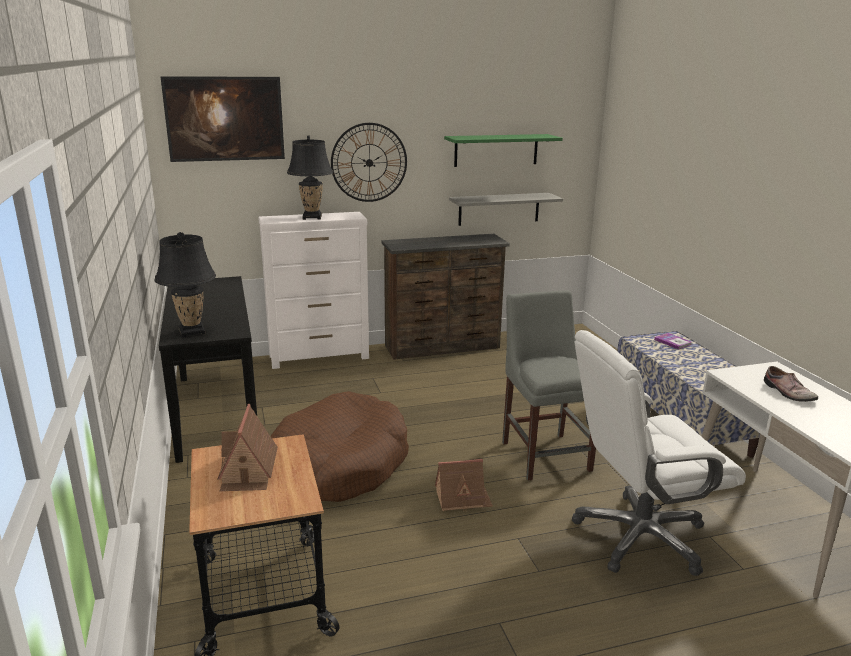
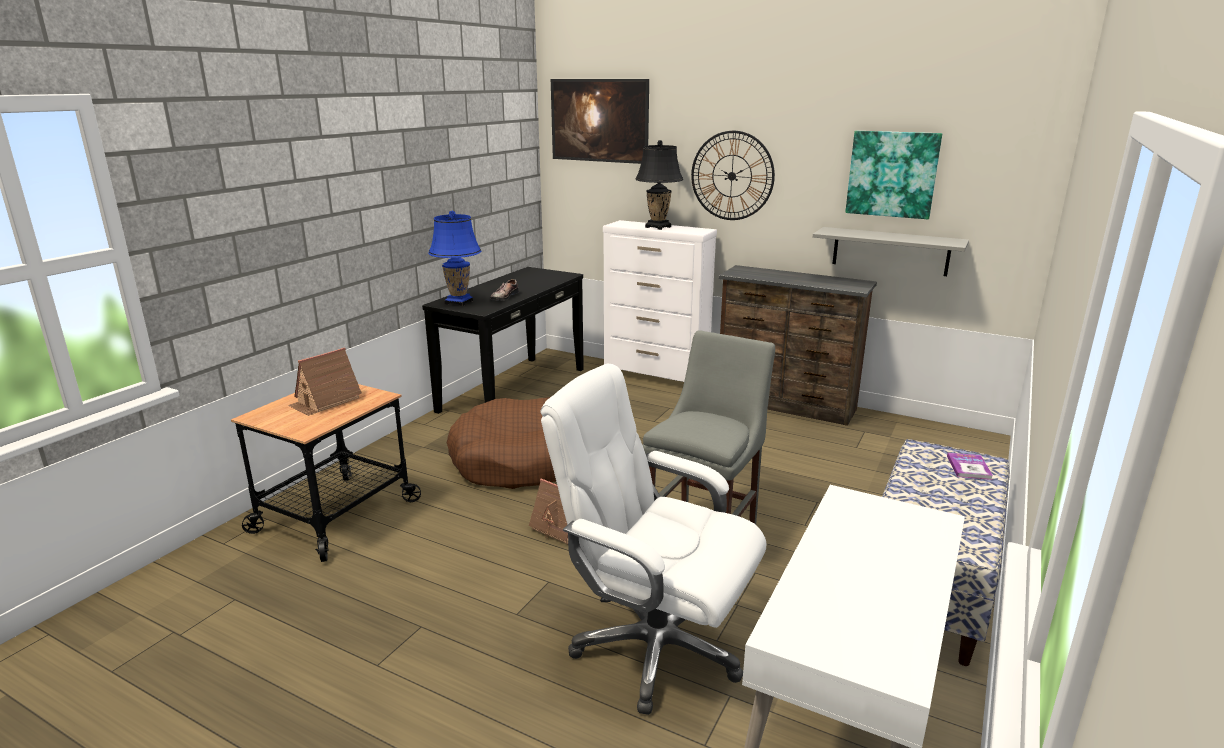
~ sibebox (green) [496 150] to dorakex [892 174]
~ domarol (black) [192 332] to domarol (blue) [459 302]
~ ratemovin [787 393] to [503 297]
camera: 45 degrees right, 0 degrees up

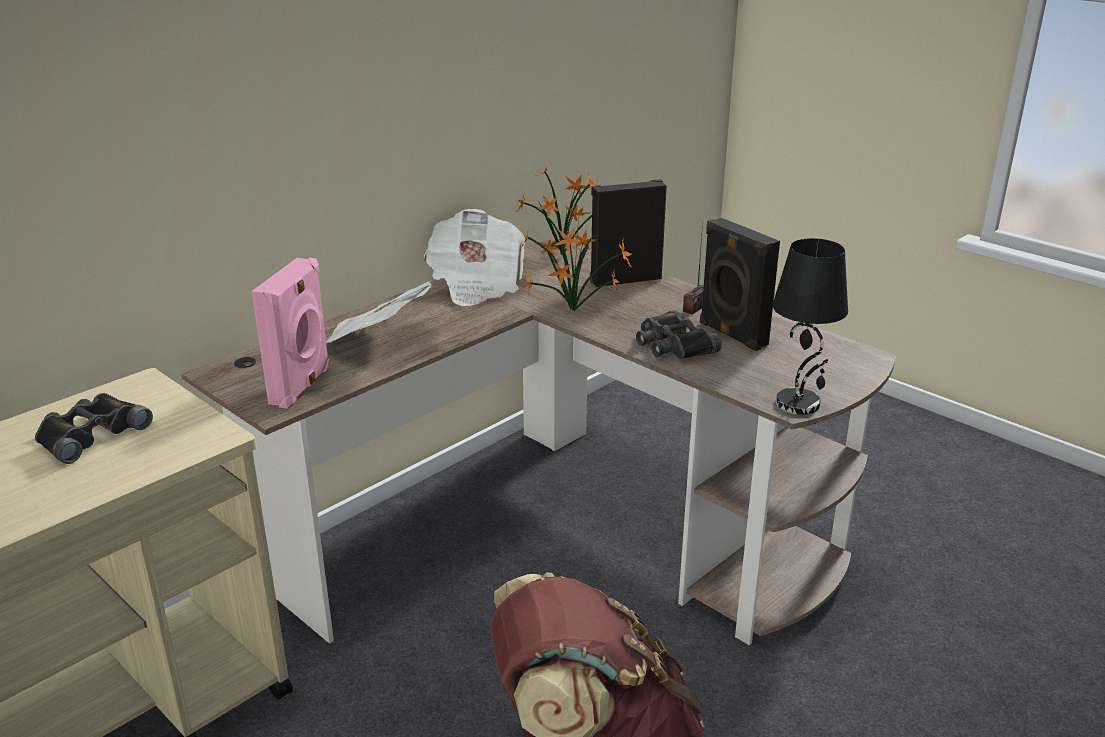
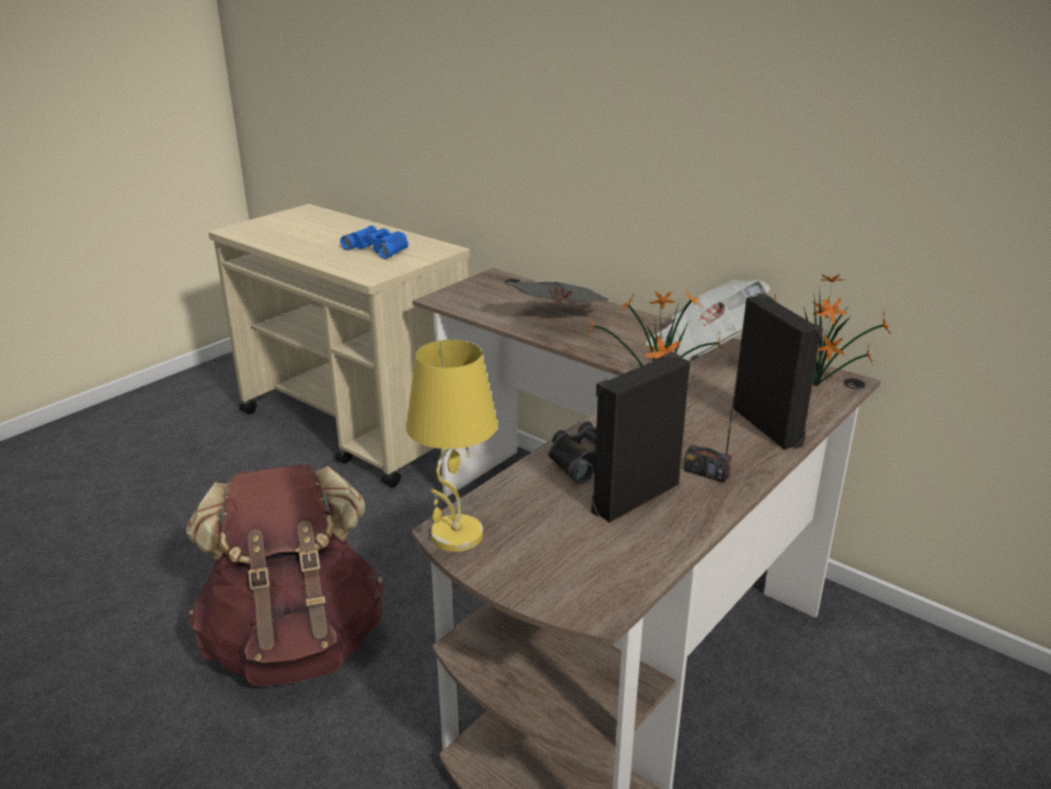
~ domarol (black) [799 403] to domarol (yellow) [456 536]
- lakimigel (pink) [302 386]
~ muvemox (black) [90 434] to muvemox (blue) [379 248]
camera: 85 degrees right, 0 degrees up

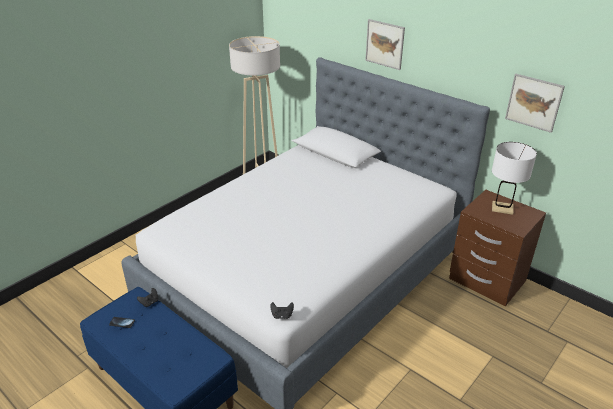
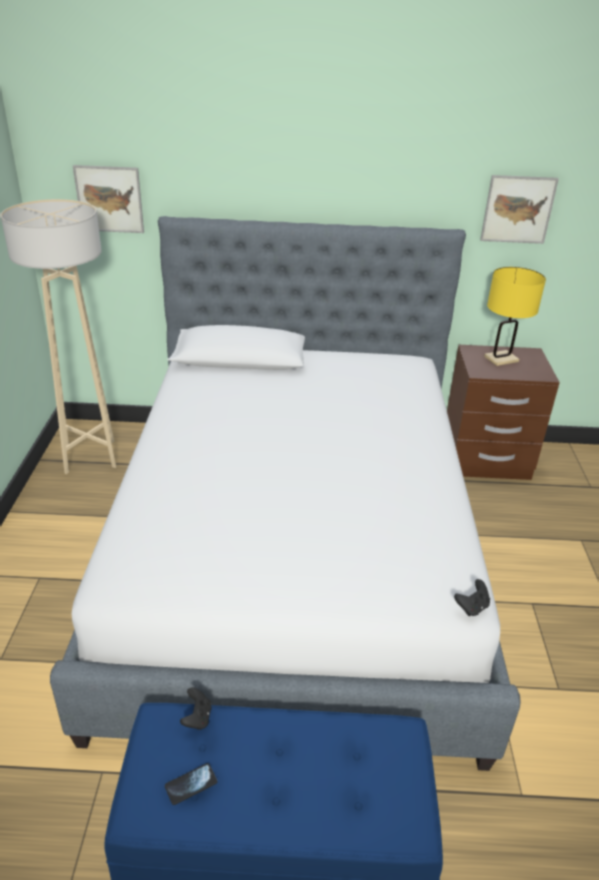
~ dorakex [384 44] to [109 199]
~ domarol (white) [502 208] to domarol (yellow) [501 359]
camera: 40 degrees left, 0 degrees up

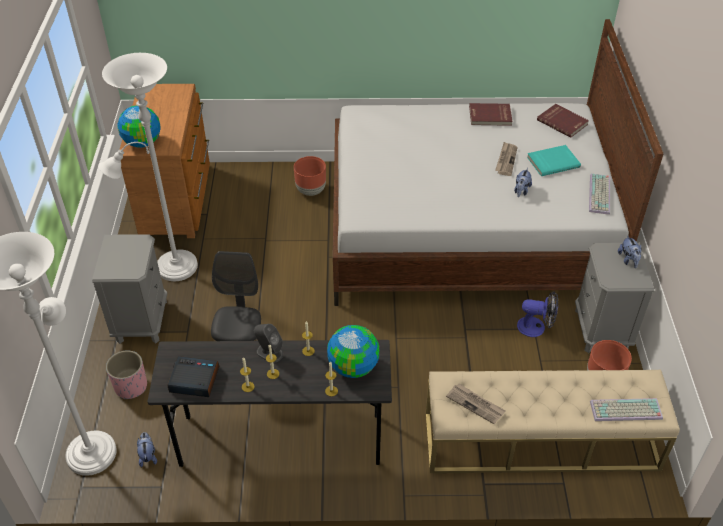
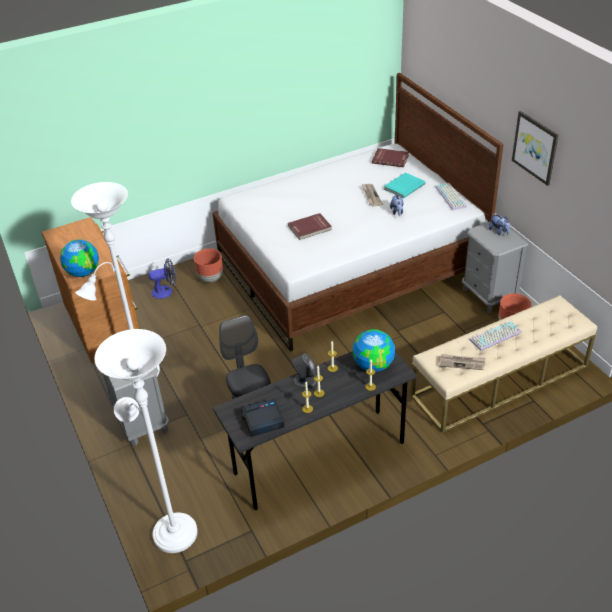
~ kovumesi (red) [490 116] to [310 228]
~ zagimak [536 327] to [166 291]
- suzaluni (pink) [131 386]
~ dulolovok [625 411] to [495 337]
- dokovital [148 456]
+ dorakex [535 147]
camera: 25 degrees left, 5 degrees down

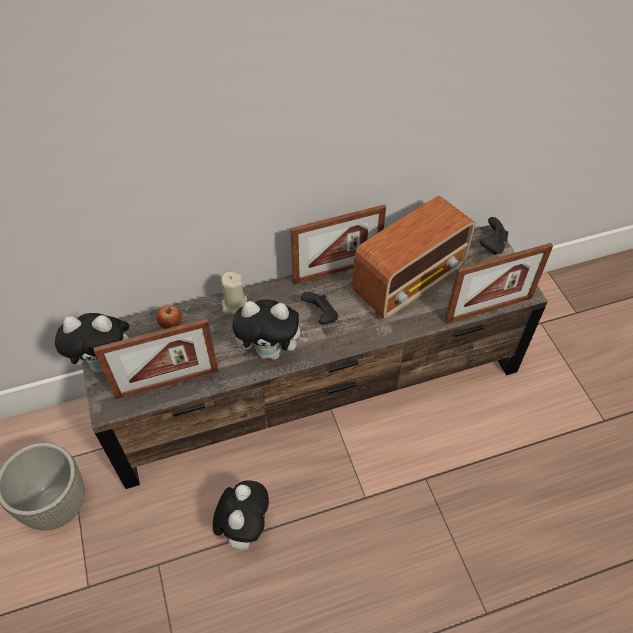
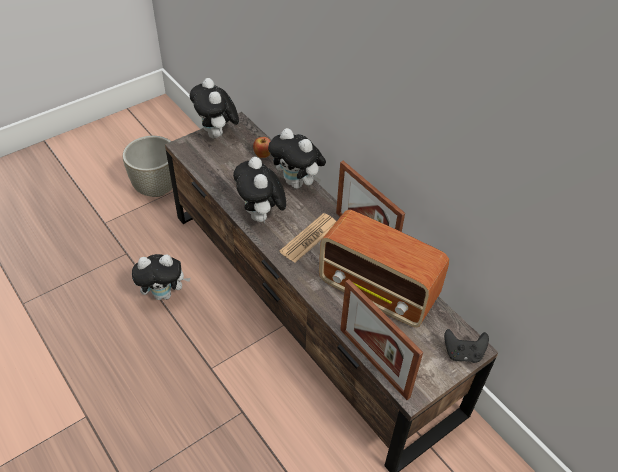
~ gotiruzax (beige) [234 305] to dokovital [297 183]
~ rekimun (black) [321 316] to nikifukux [309 238]
- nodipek [167 383]
camera: 70 degrees right, 5 degrees down

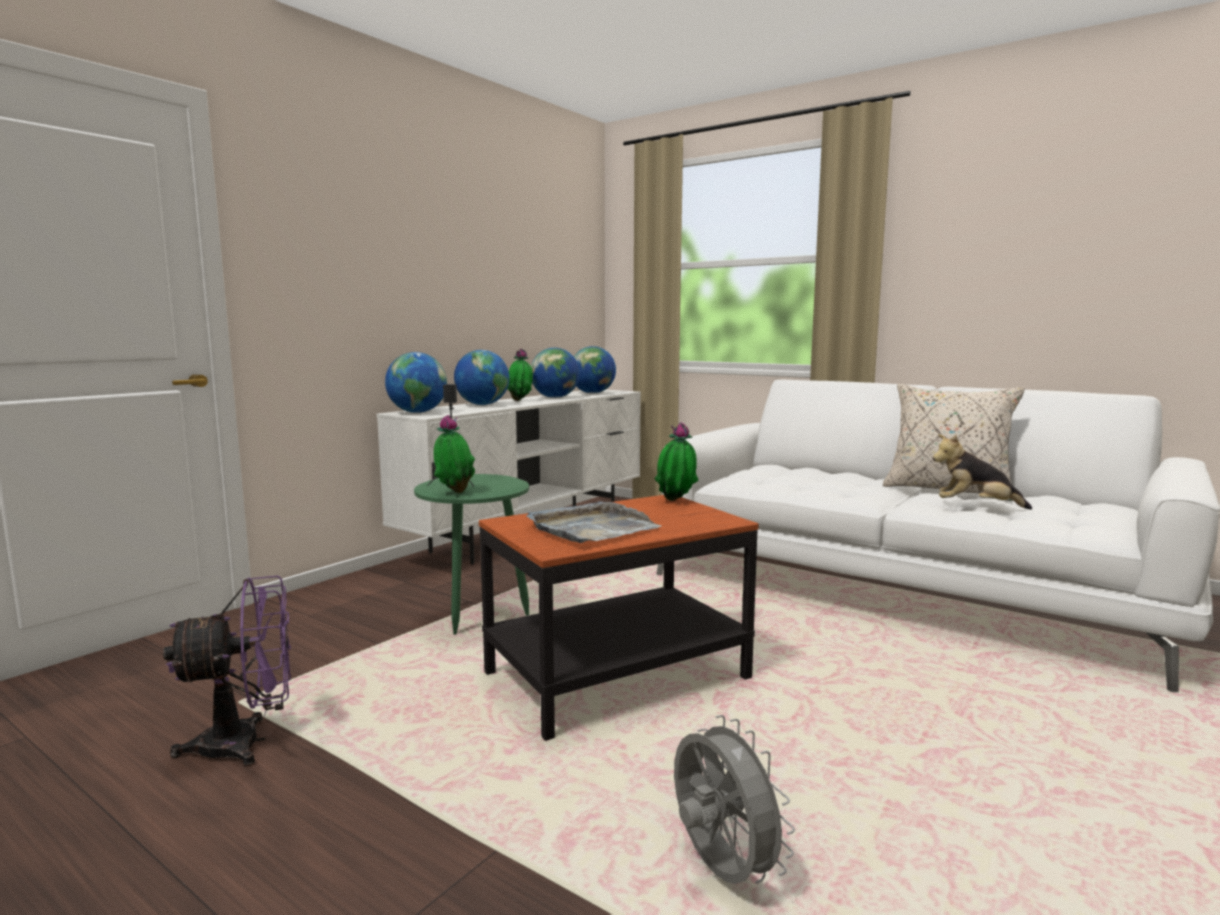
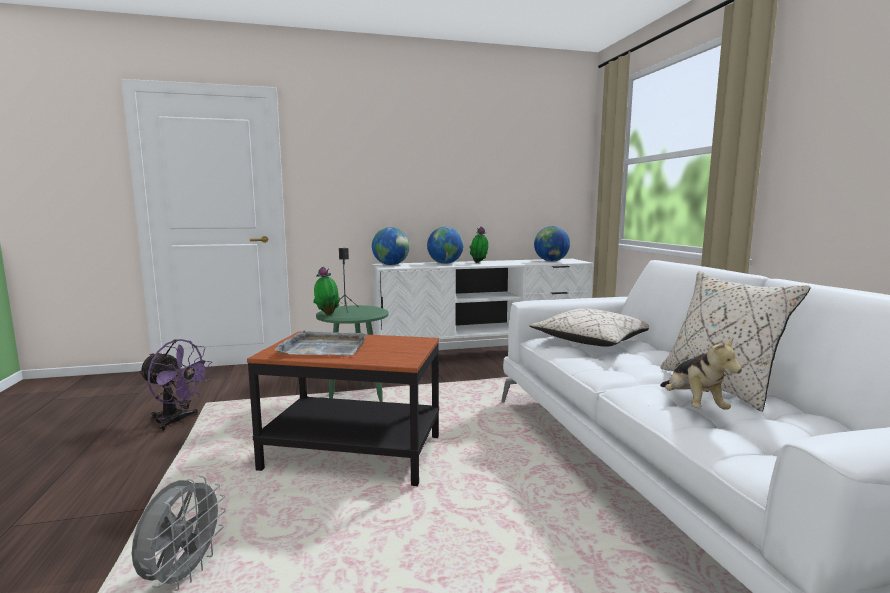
- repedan [555 397]
- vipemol [675 501]
~ dokovital [975 507] = [692 405] 150 degrees counterclockwise
+ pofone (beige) [591 341]
camera: 40 degrees right, 0 degrees up

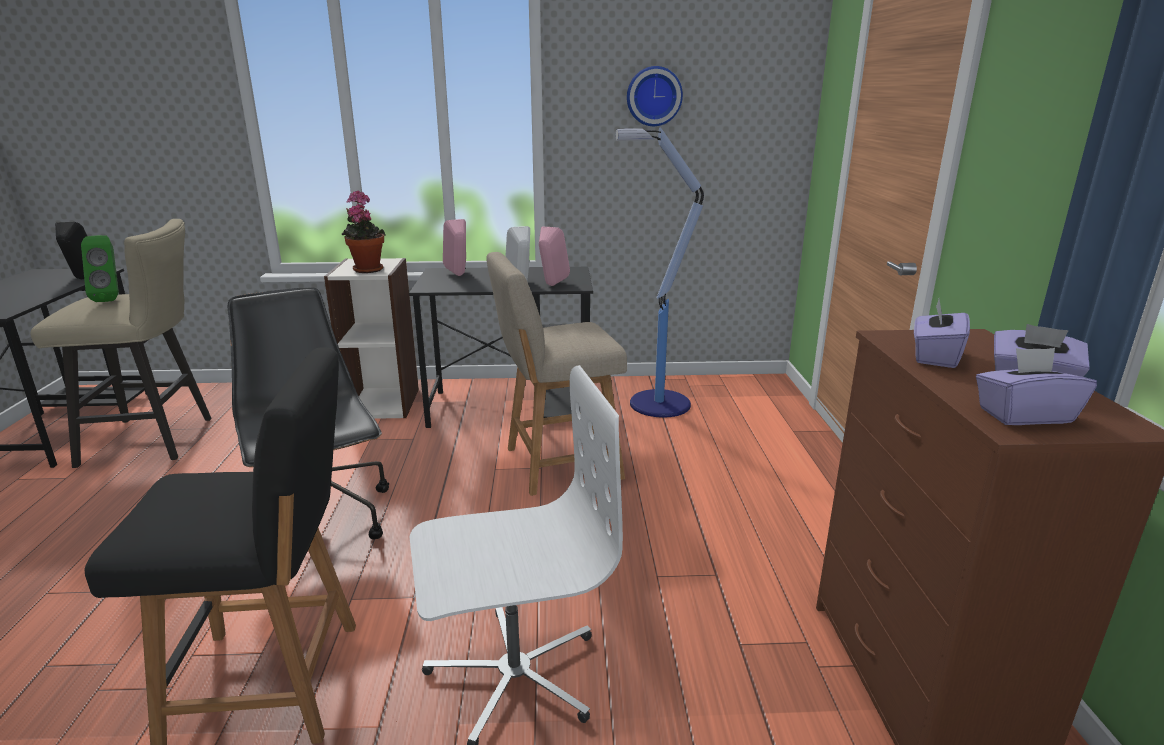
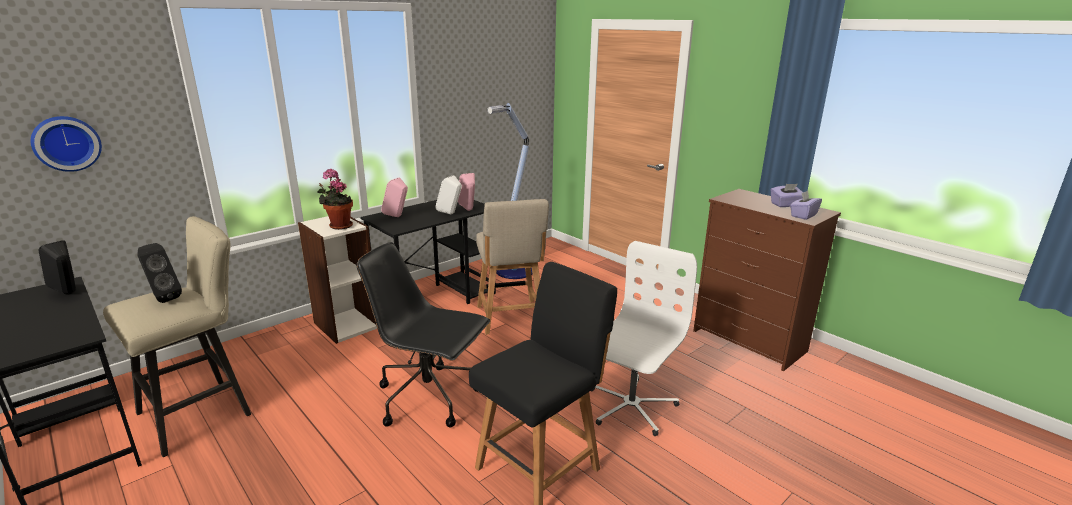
~ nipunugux [653 96] to [66 143]
~ lakimigel (green) [112 299] to lakimigel (black) [162 298]
~ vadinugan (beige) [557 464] = [511 318] 45 degrees counterclockwise
- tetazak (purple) [934 356]
camera: 40 degrees left, 0 degrees up

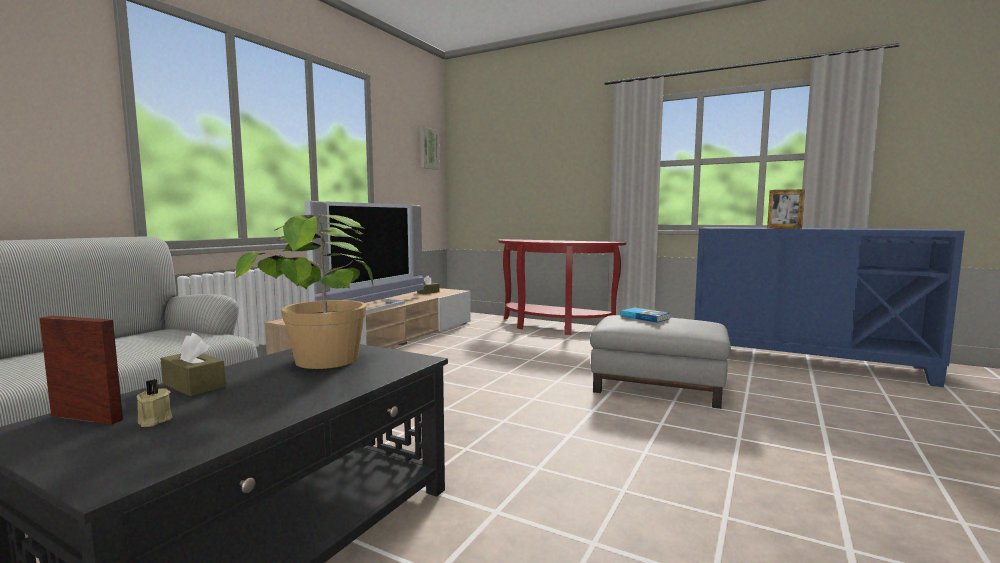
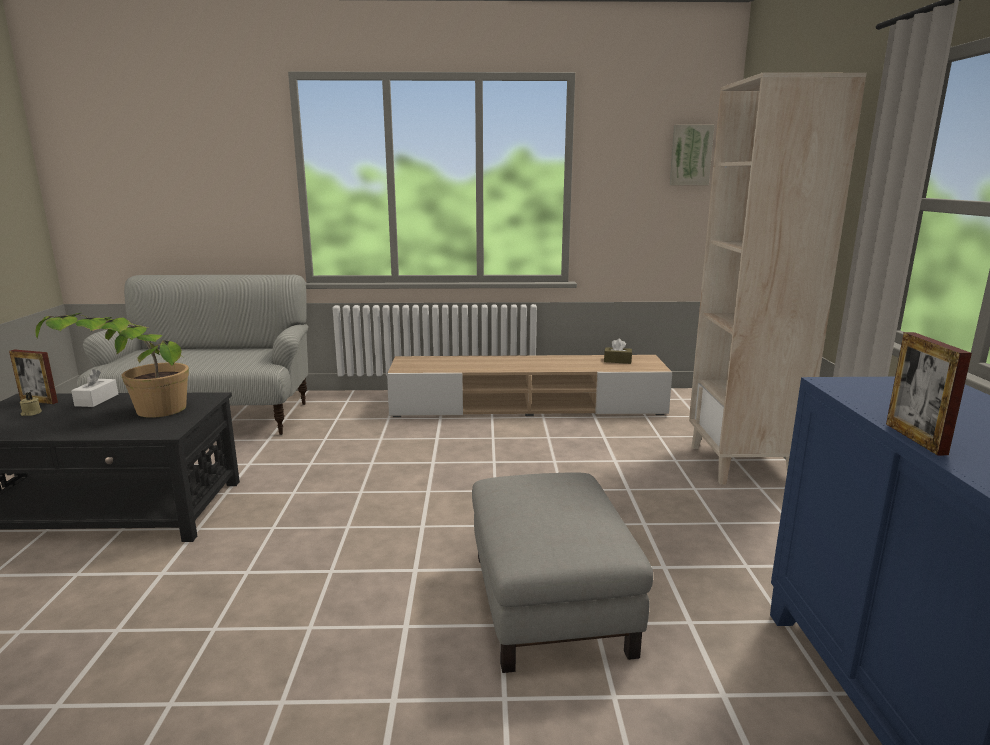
- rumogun [374 307]
~ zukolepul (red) [551 327] to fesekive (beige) [741 464]
- kovumesi [645 317]
~ nodipek [86 418] = [39 401] 120 degrees clockwise
~ tetazak (brown) [194 385] to tetazak (white) [97 400]
camera: 60 degrees right, 10 degrees up

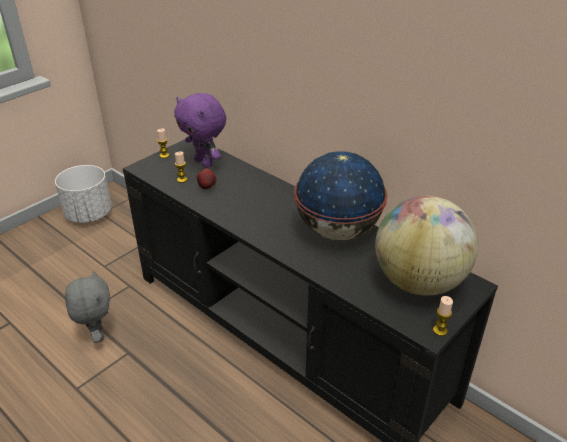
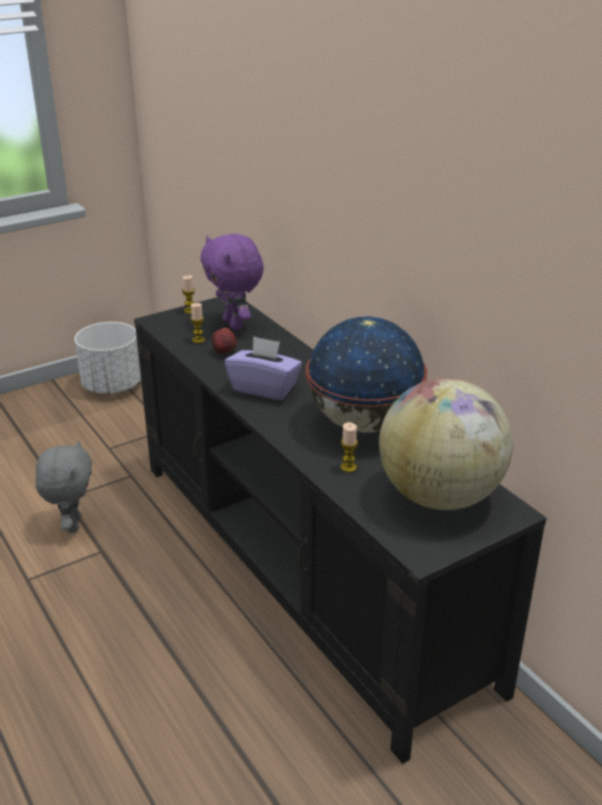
~ gotiruzax [440 330] to [348 467]
+ tetazak (purple) [264 388]
camera: 15 degrees right, 5 degrees down

